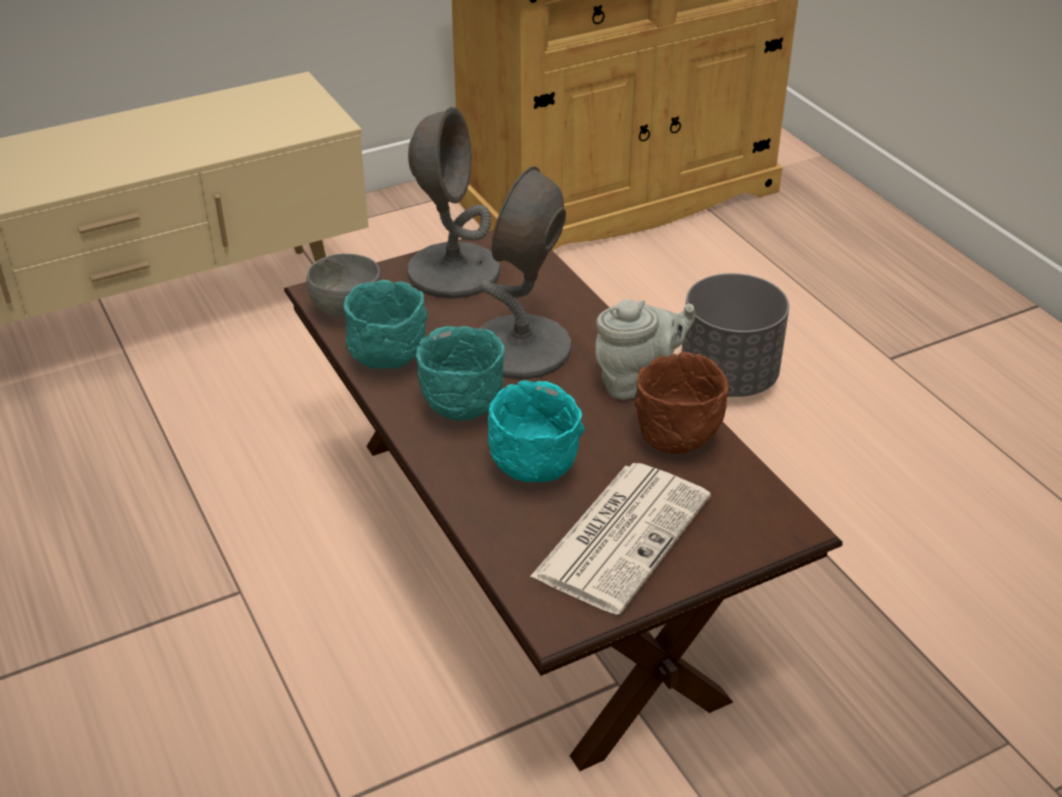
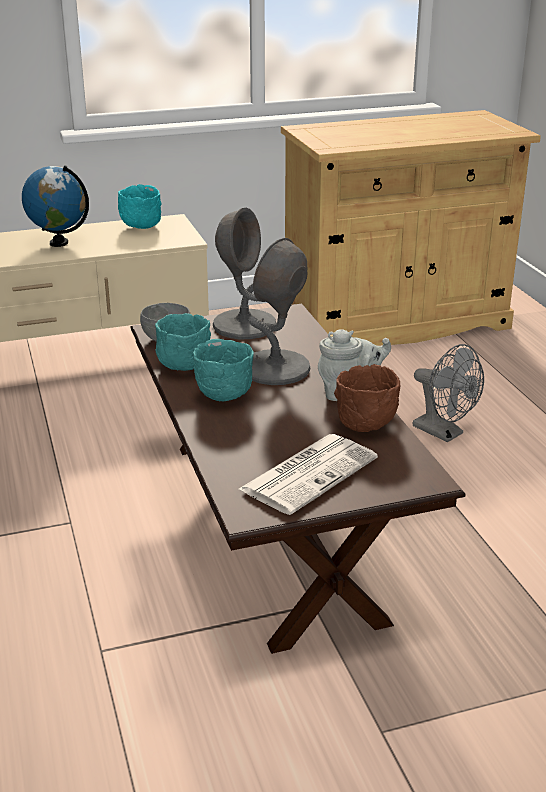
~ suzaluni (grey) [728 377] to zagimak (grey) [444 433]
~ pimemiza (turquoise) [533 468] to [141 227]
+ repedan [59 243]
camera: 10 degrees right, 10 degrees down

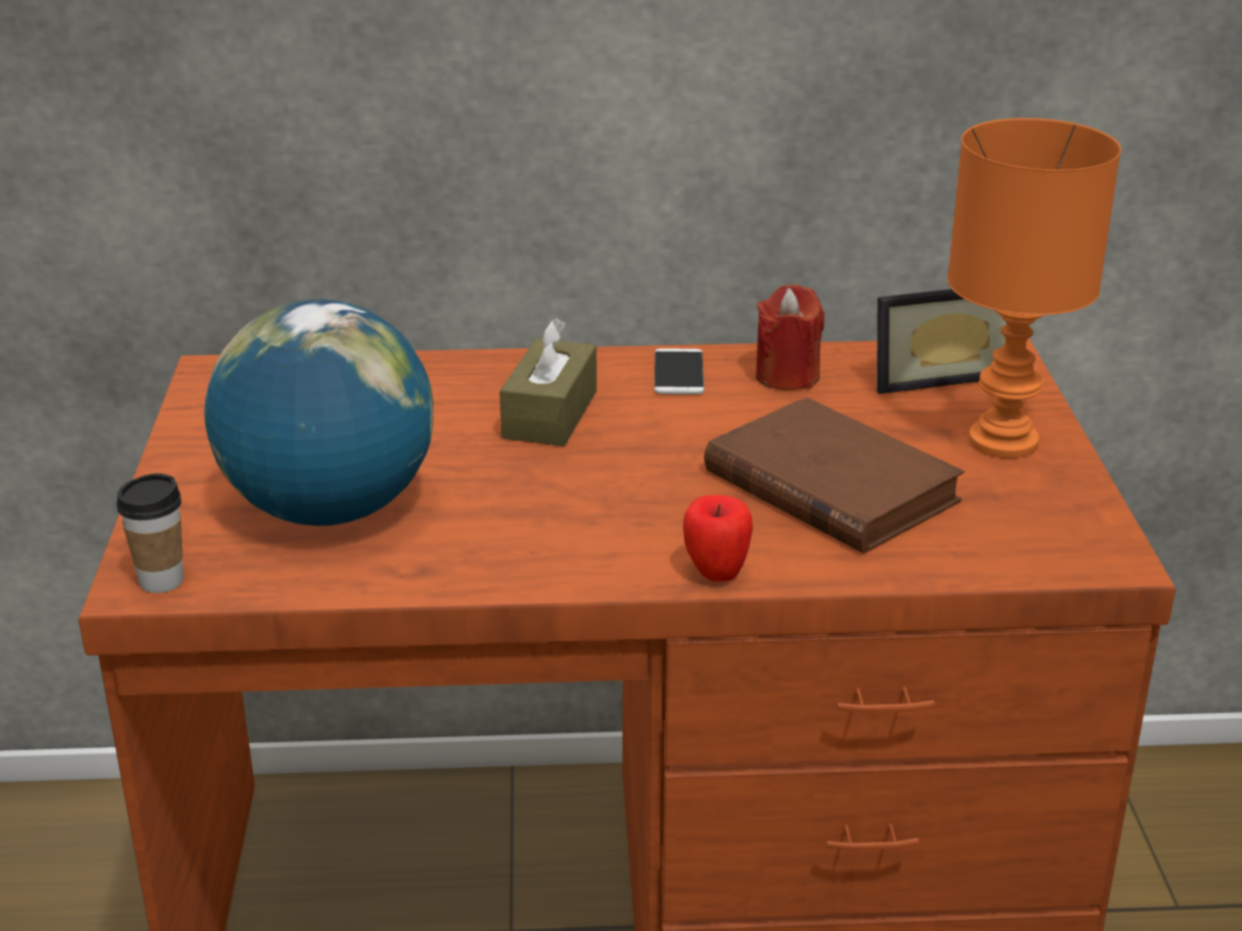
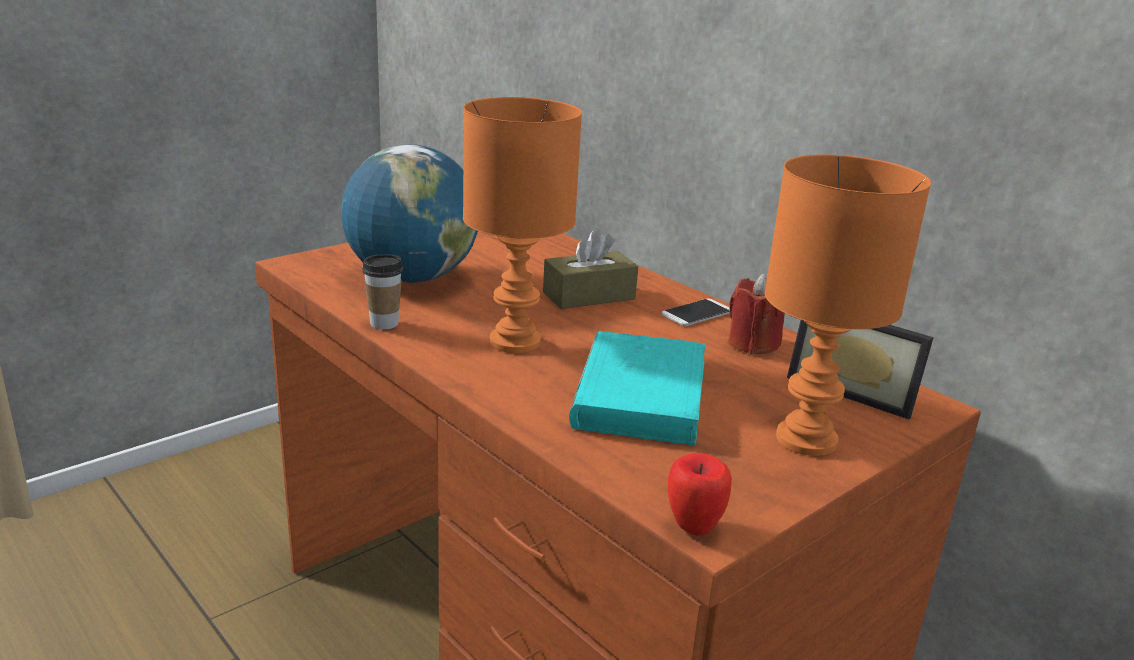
~ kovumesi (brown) [829 485] to kovumesi (turquoise) [640 394]
~ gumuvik [161 581] to [384 323]
~ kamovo [716 574] to [693 526]
+ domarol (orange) [513 342]
camera: 50 degrees right, 5 degrees down

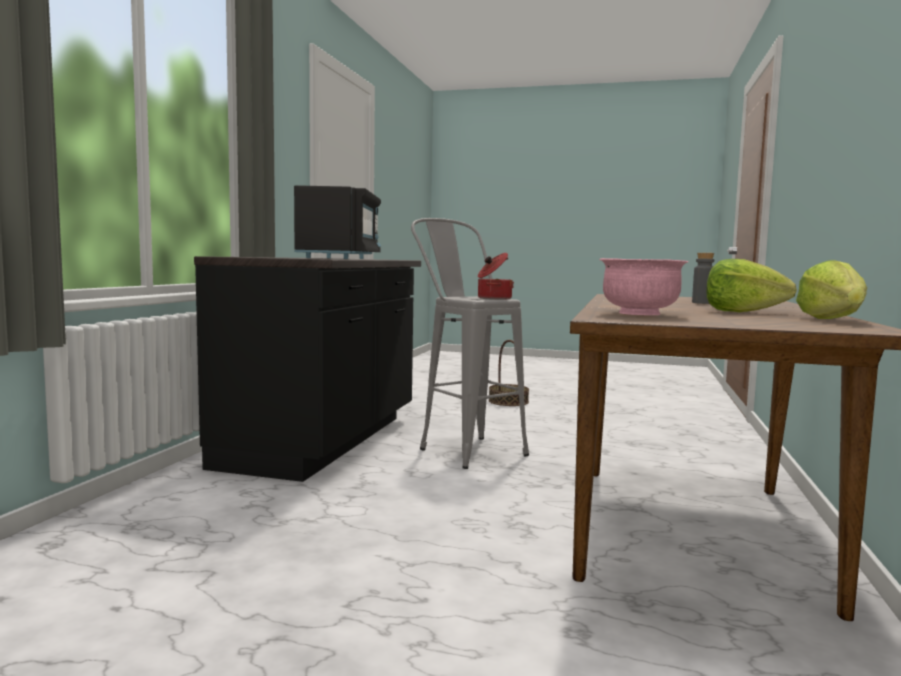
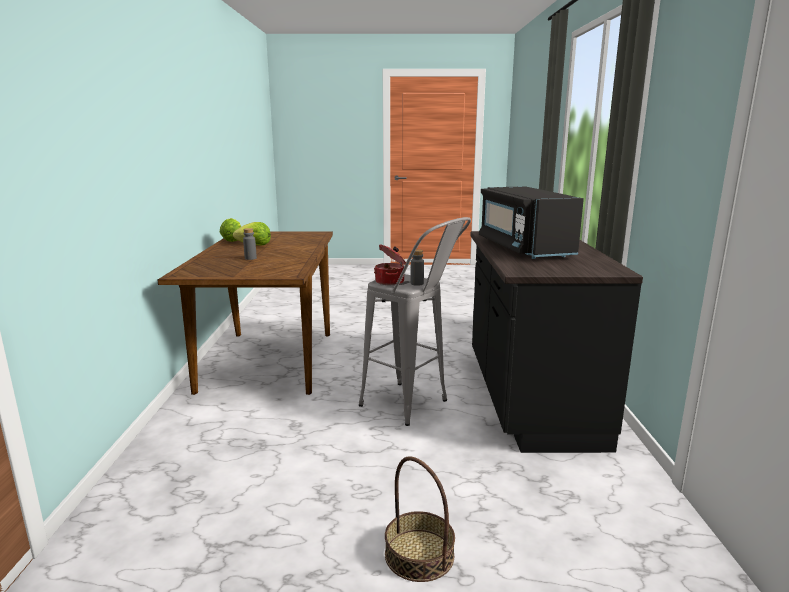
- pimemiza (pink) [640 314]
+ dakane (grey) [417 283]
camera: 165 degrees right, 10 degrees up

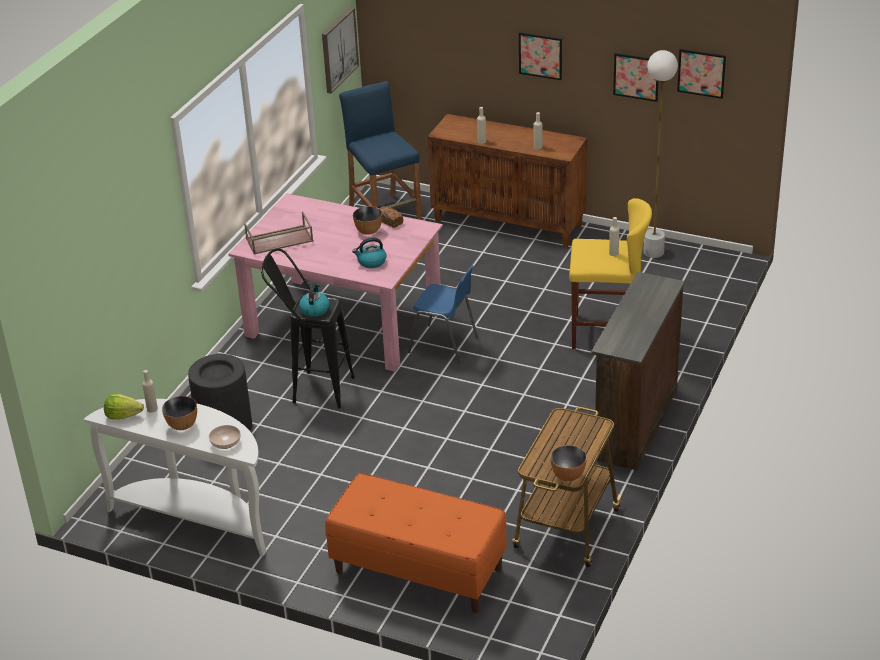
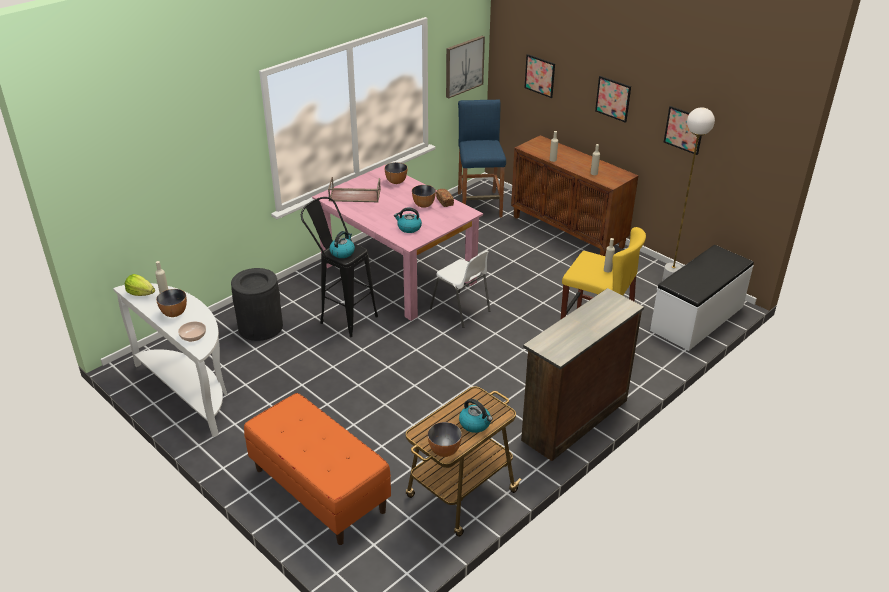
~ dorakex [701 73] to [540 75]
~ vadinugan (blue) [445 345] to vadinugan (white) [461 311]
+ pimemiza [396 181]
+ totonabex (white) [698 319]
+ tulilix [475 424]
camera: 20 degrees right, 0 degrees up

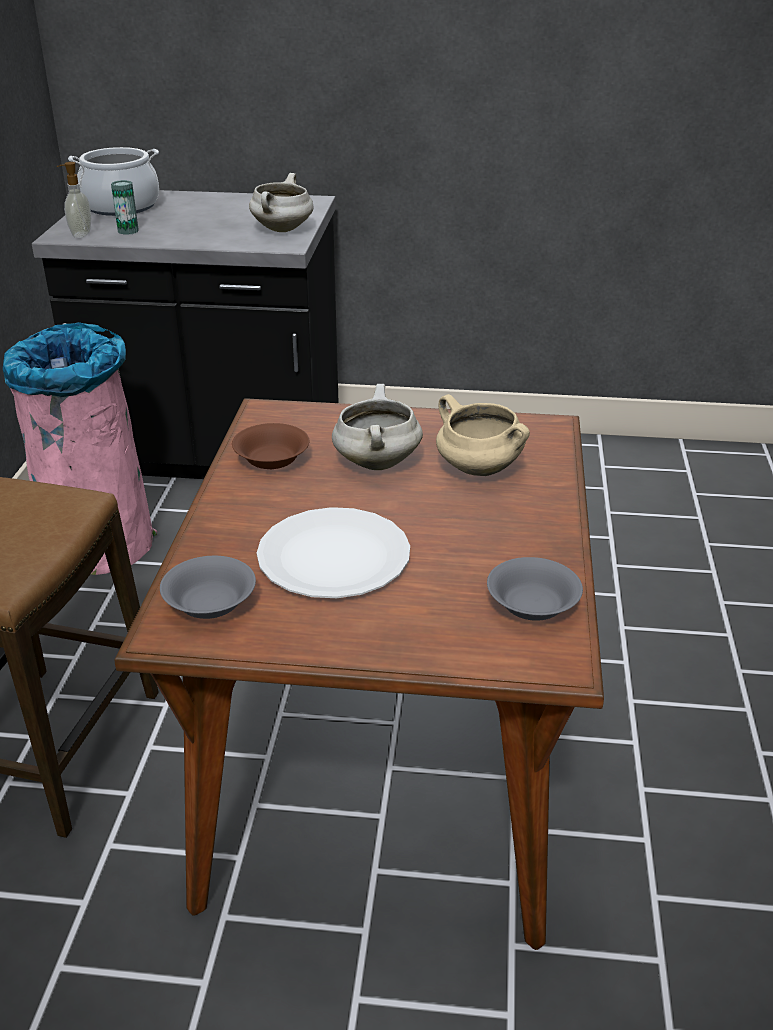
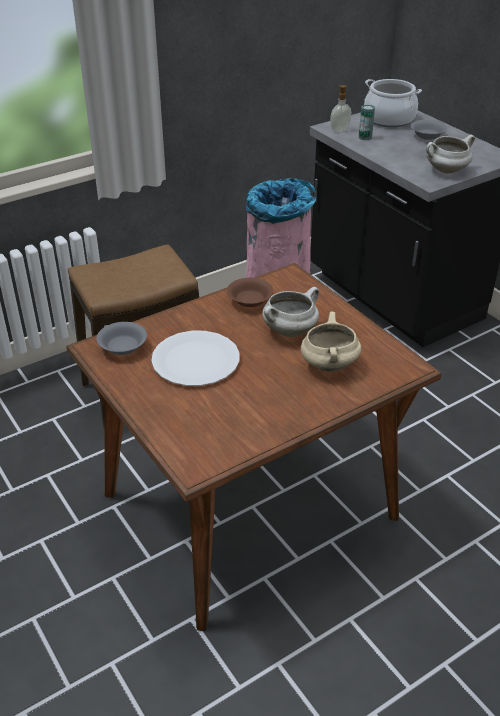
~ pimemiza (grey) [531 606] to [427 136]
camera: 50 degrees right, 5 degrees up

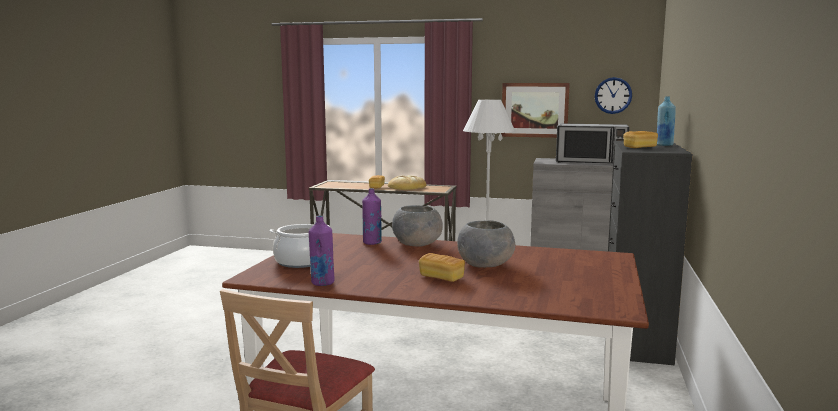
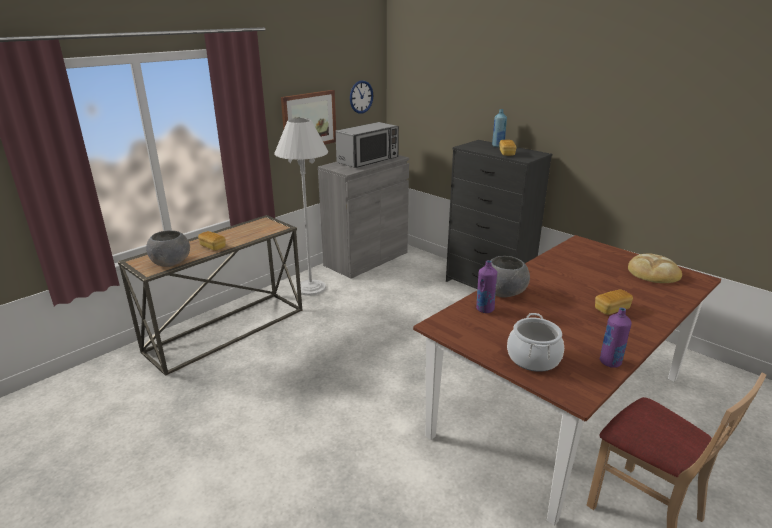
~ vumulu [406 187] to [653 272]
~ pimemiza (grey) [486 264] to [171 262]
camera: 60 degrees left, 15 degrees up

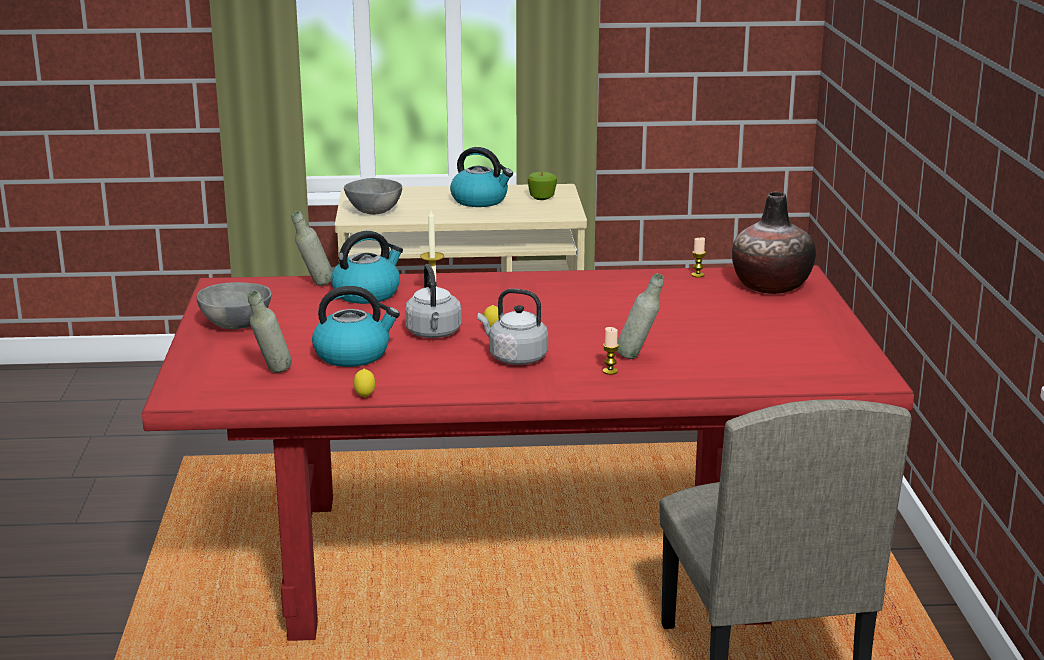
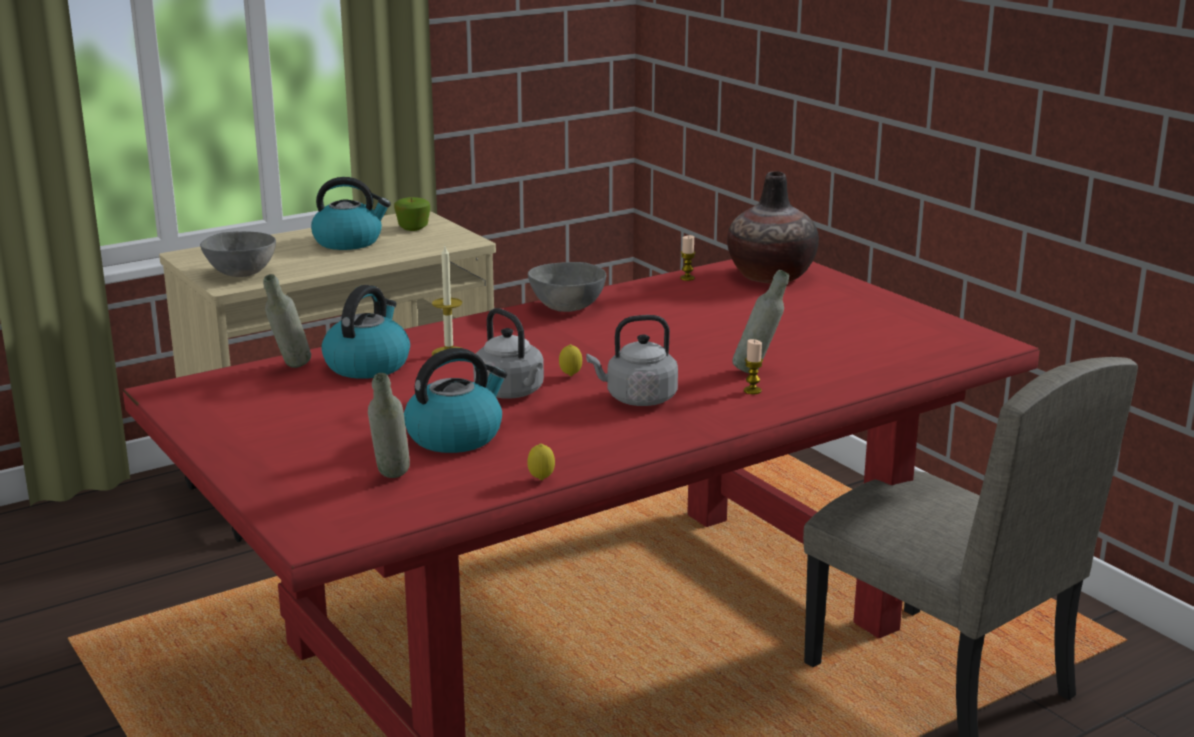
~ pimemiza (grey) [234 325] to [565 308]
camera: 30 degrees left, 0 degrees up

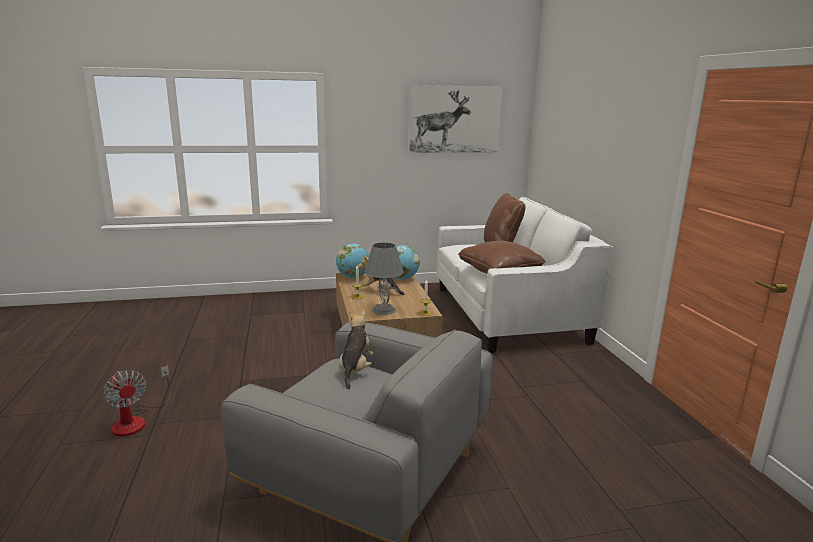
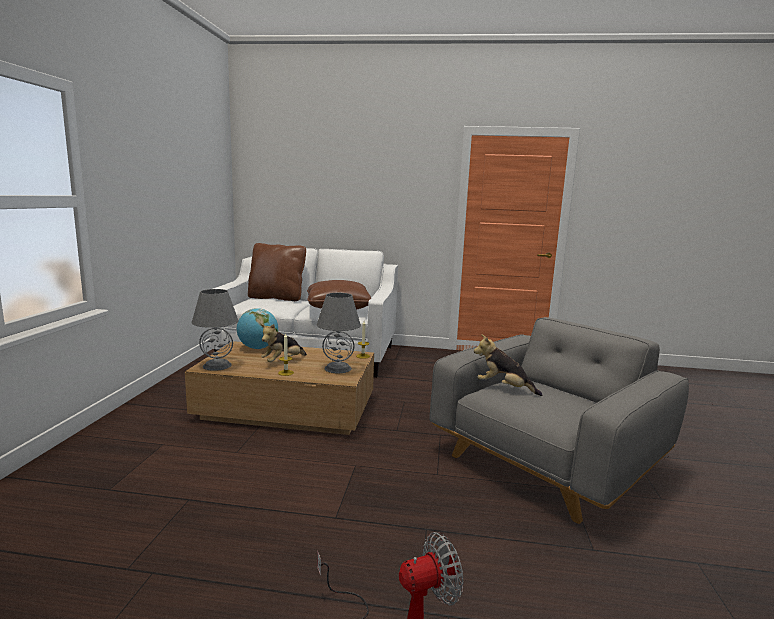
- dorakex [454 119]
~ repedan [353 277] to domarol (grey) [217 365]
camera: 70 degrees left, 5 degrees down

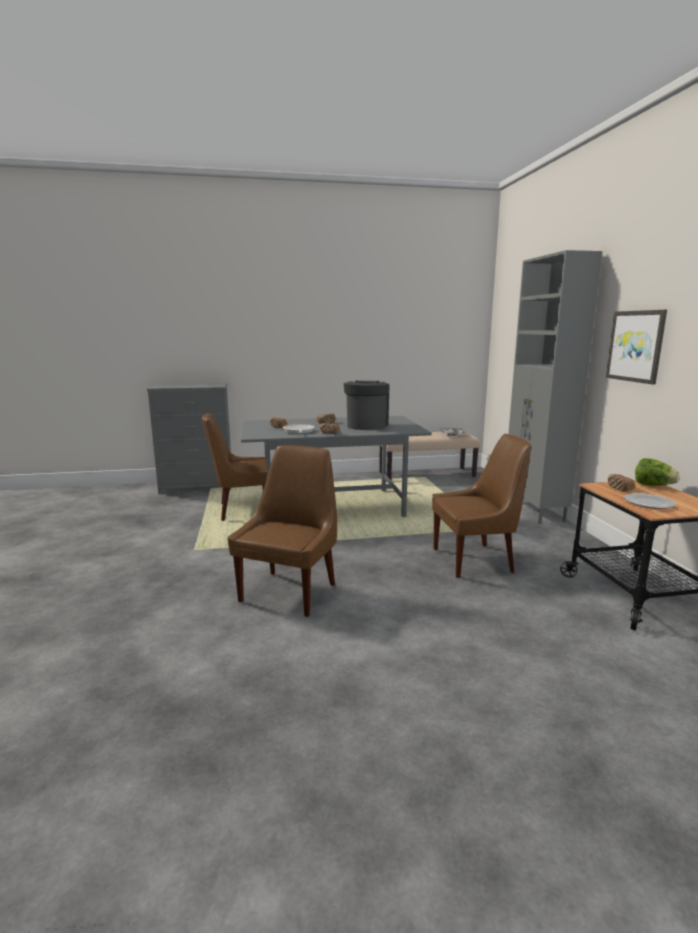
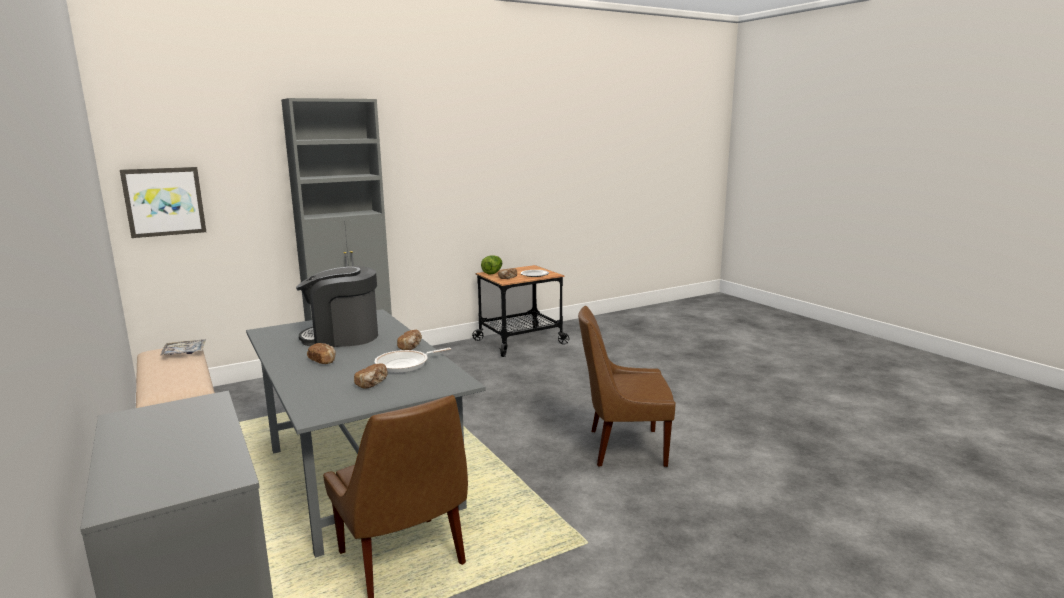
~ dorakex [636 346] to [164 201]
- vadinugan (brown) [475 560]
camera: 110 degrees left, 0 degrees up

